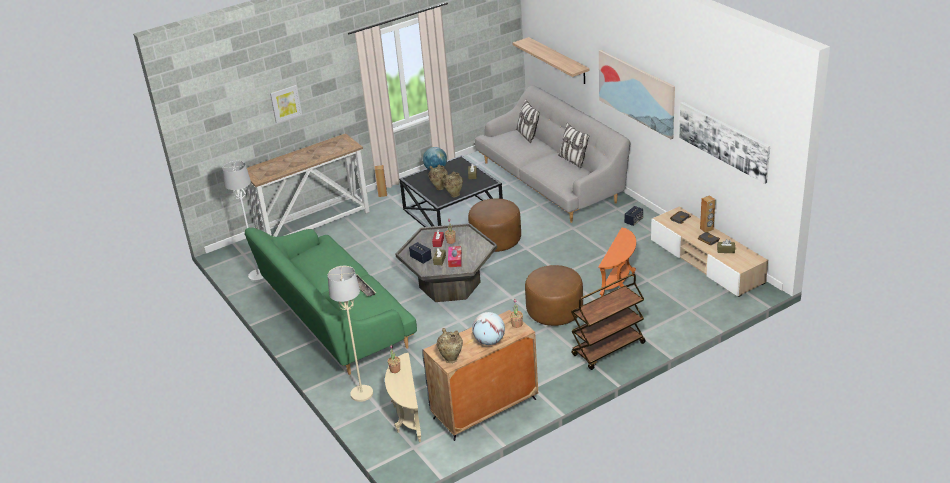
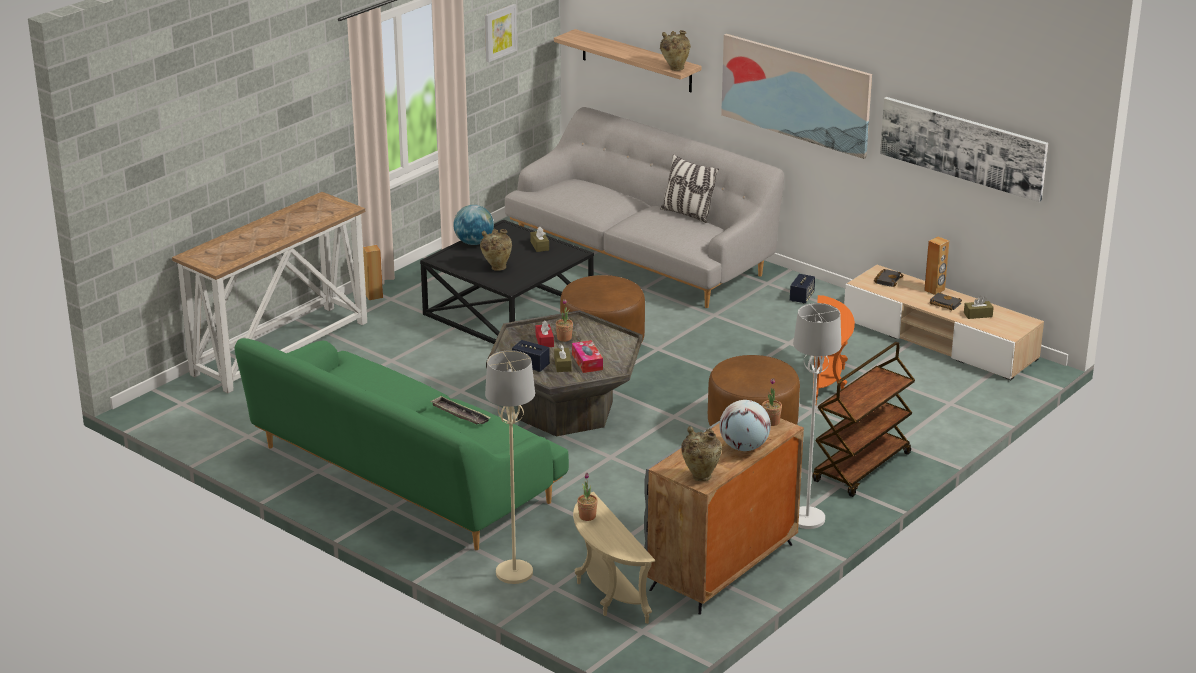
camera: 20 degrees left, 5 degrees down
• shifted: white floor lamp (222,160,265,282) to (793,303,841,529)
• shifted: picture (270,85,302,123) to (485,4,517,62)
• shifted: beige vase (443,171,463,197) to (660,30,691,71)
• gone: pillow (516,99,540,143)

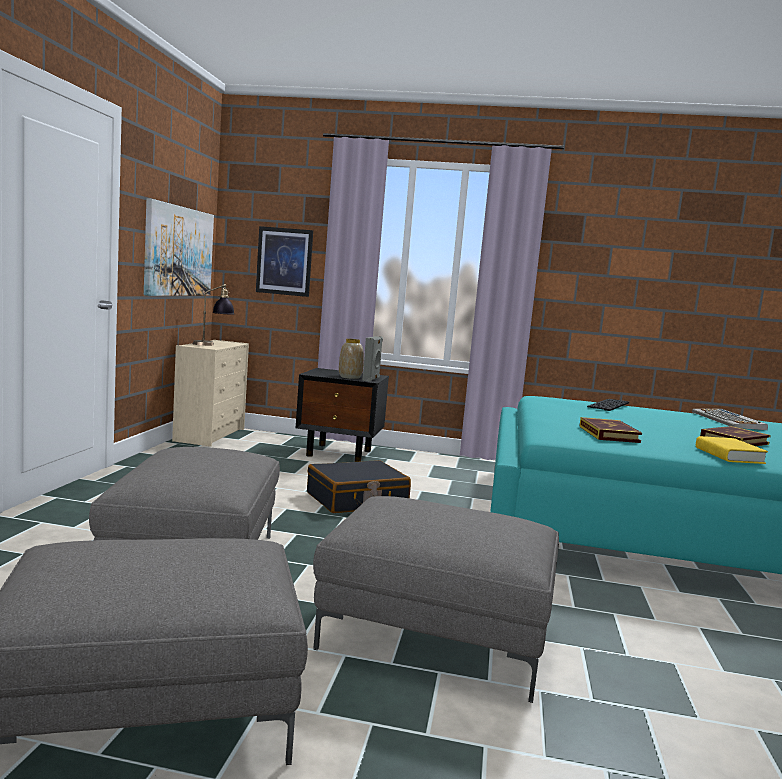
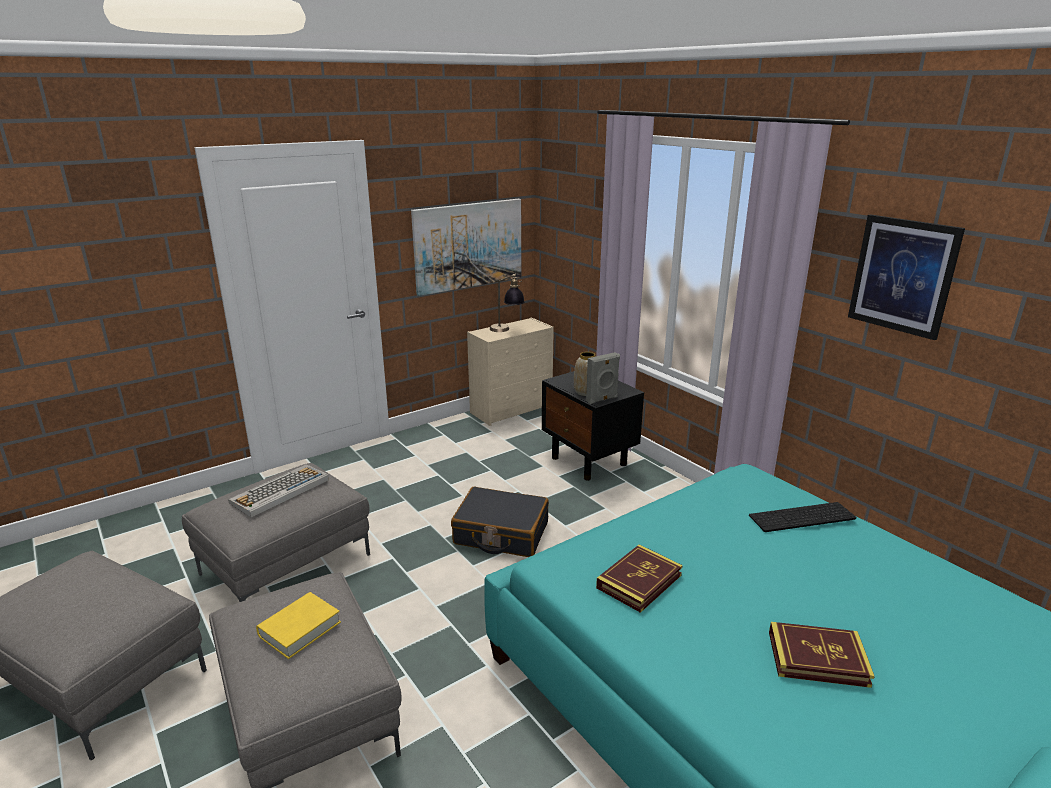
camera: 45 degrees right, 15 degrees up
• shifted: picture (256,226,313,297) to (848,214,965,340)
• shifted: keyboard (692,409,768,430) to (228,464,329,517)
• shifted: yellow book (696,436,768,464) to (256,592,341,659)

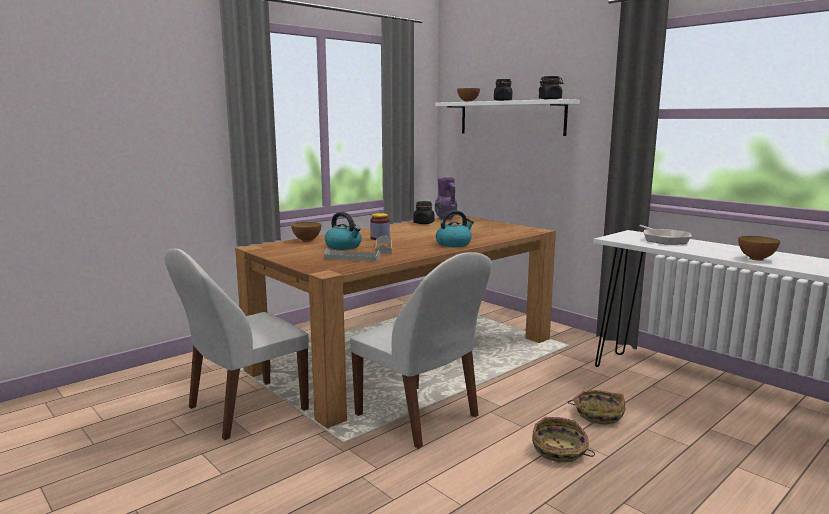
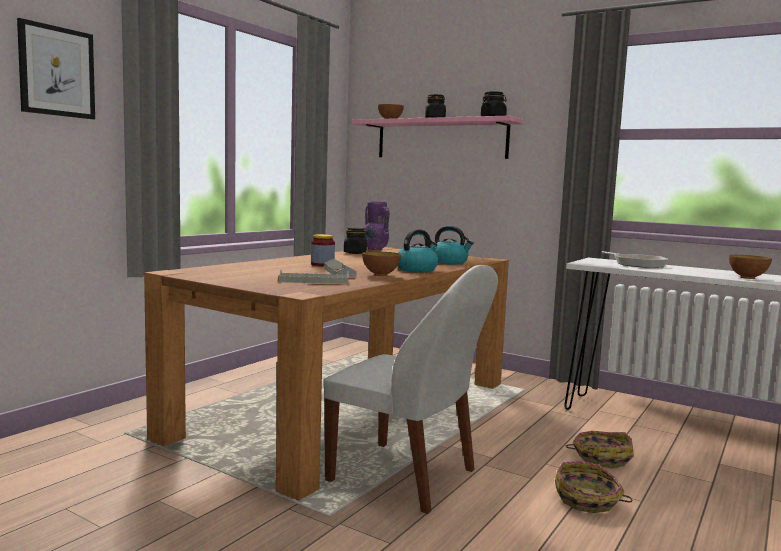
camera: 15 degrees left, 5 degrees down
• gone: white chair (164,249,309,440)
• shifted: bowl (291,222,321,242) to (362,251,401,276)
• shifted: kettle (325,212,362,250) to (434,226,474,264)
• repainted: white shelf (435,99,580,136) to pink shelf (352,115,524,159)
• new: picture (17,18,95,119)

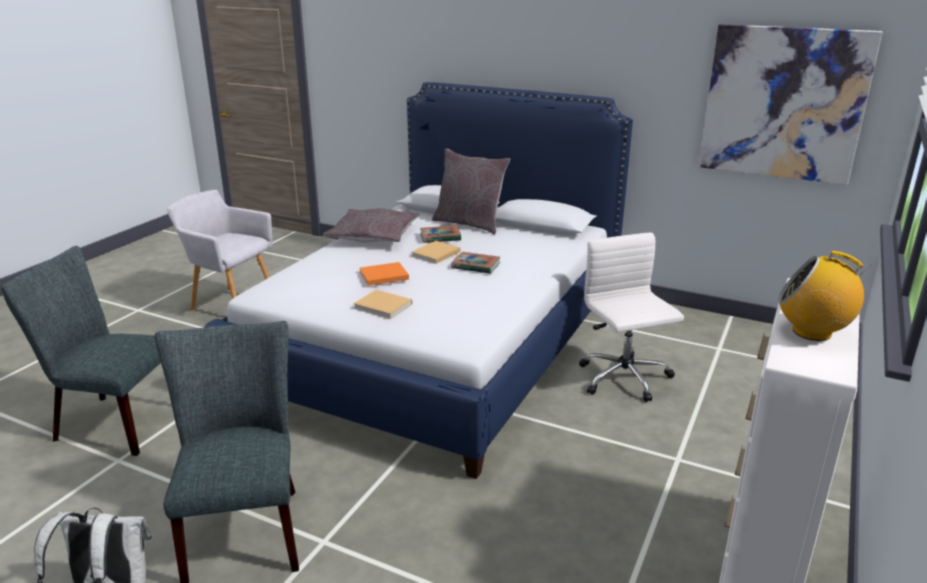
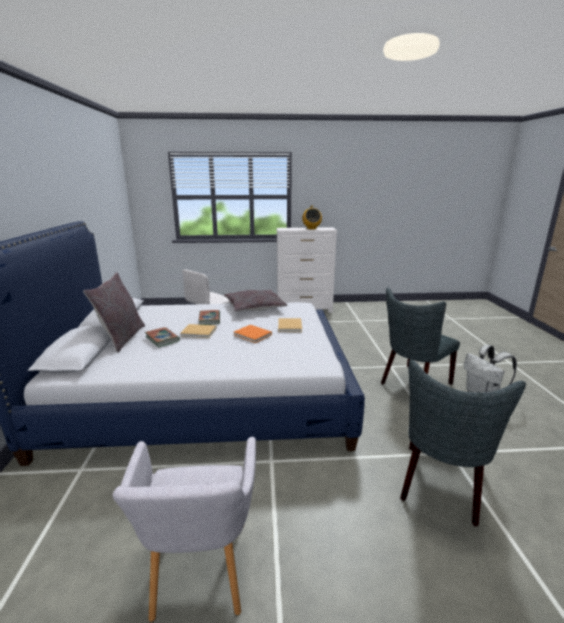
camera: 120 degrees left, 5 degrees down
• rotated: grey chair (1,246,161,456) = (400,359,526,527) 45 degrees clockwise
• shifted: grey pillow (322,208,420,242) to (224,290,287,312)
• gone: picture (699,24,883,185)

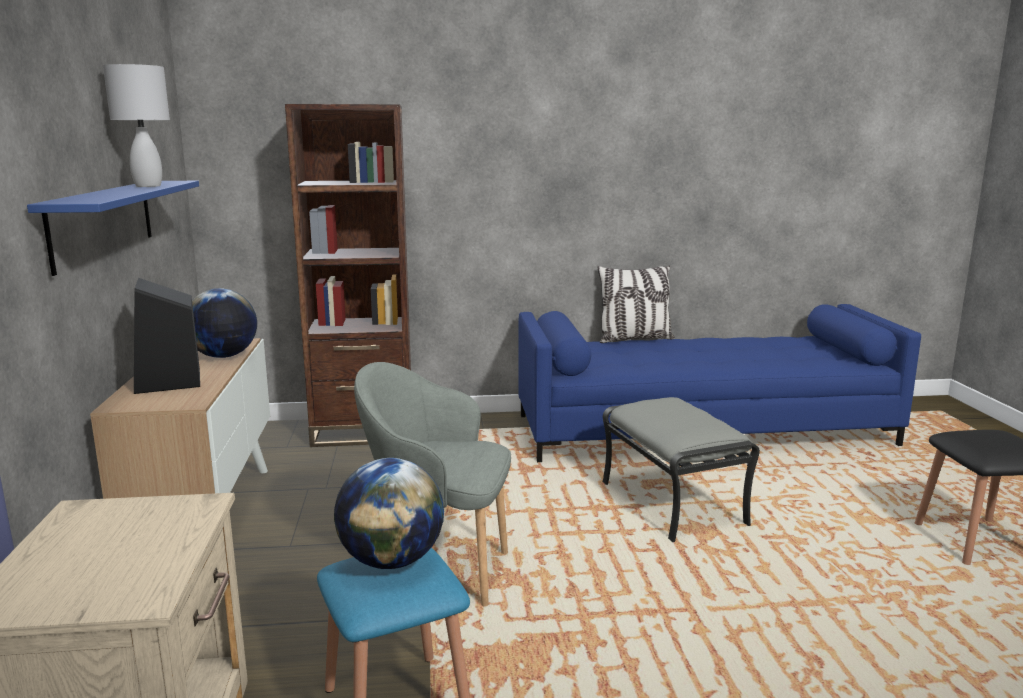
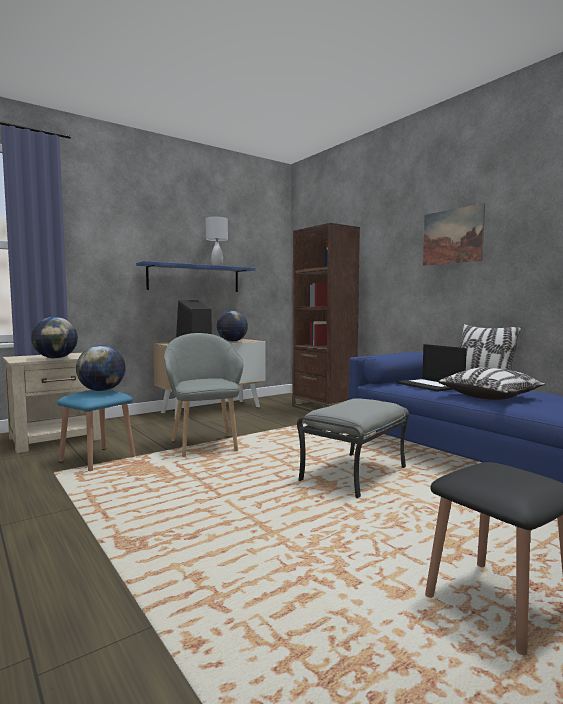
camera: 60 degrees right, 10 degrees down
• new: globe (31,317,78,359)
• new: laptop (396,344,467,392)
• new: picture (423,203,485,266)
• new: pillow (438,367,546,400)

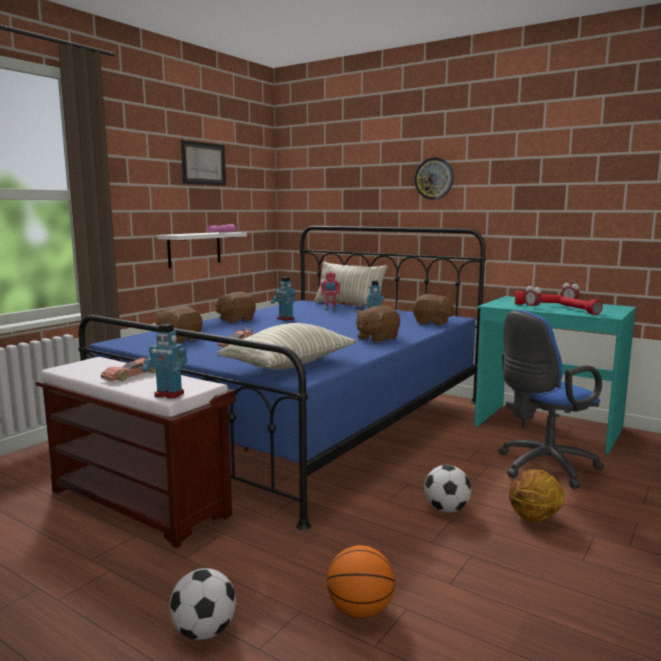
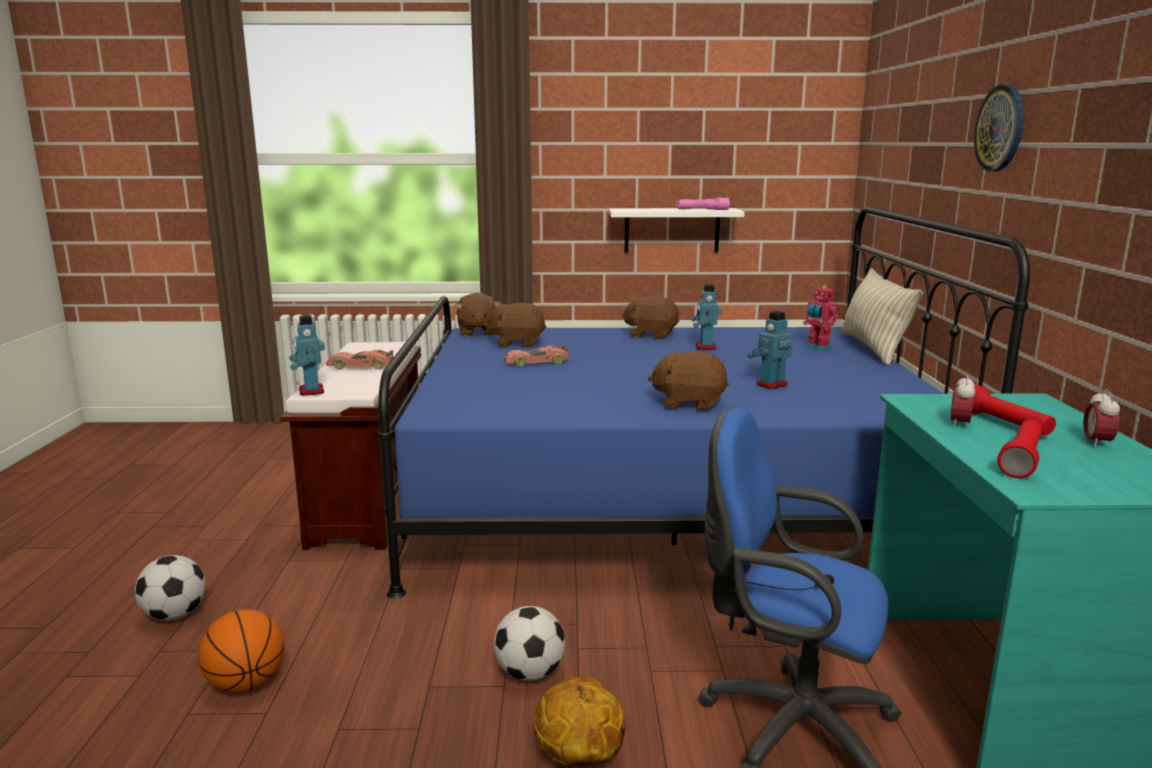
camera: 55 degrees right, 5 degrees up
• gone: picture (181,140,226,186)
• gone: pillow (218,323,356,370)
• shifted: brown plush toy (413,294,456,326) to (455,293,501,337)

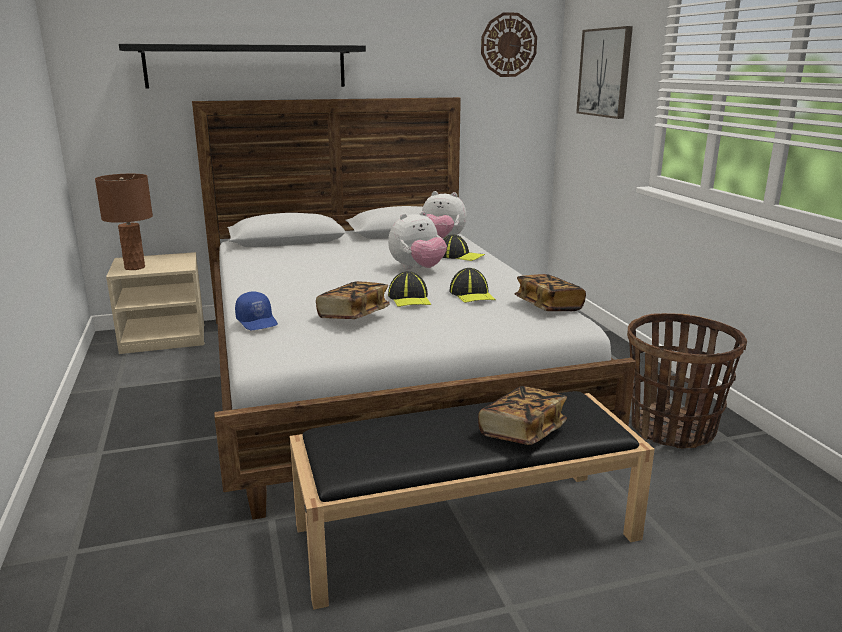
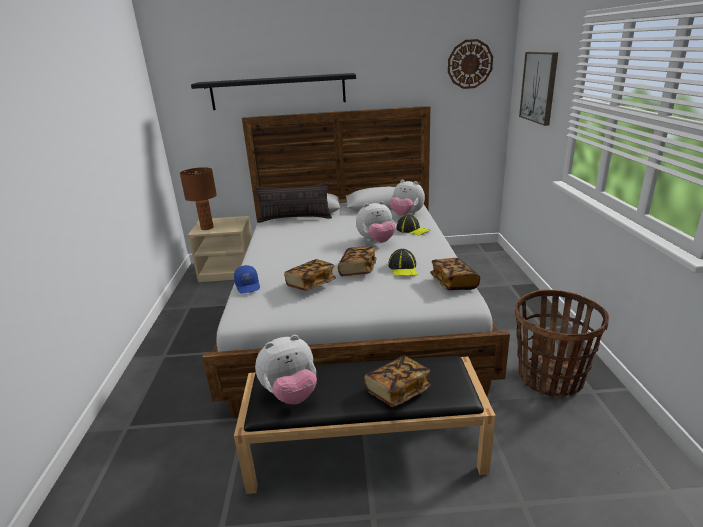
camera: 15 degrees right, 5 degrees up
• swapped: cap (388,271,431,307) to book (338,246,376,276)
• new: pillow (255,182,332,223)
• new: plush toy (255,335,317,404)

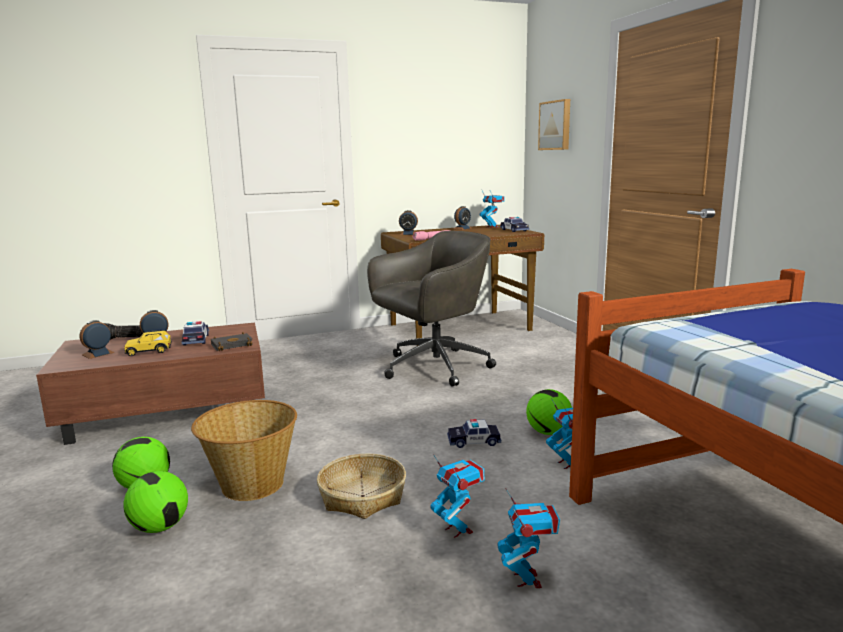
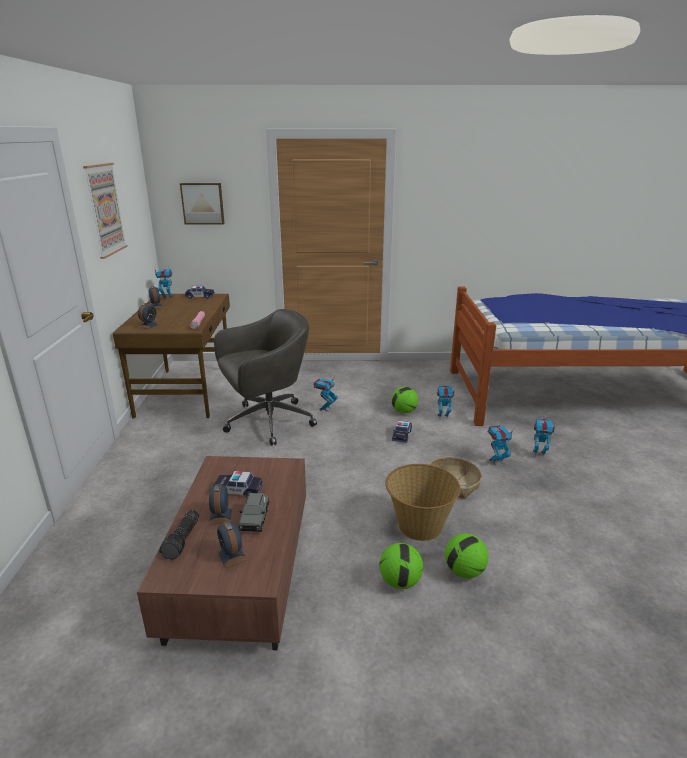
camera: 70 degrees left, 10 degrees up
• repainted: yellow toy car (124,330,172,356) to grey toy car (238,493,269,532)
• gone: black book (211,332,253,351)
• rotated: grey office chair (367,231,496,387) = (214,309,317,446) 75 degrees clockwise
• new: picture (83,163,128,259)
• new: toy robot (313,378,338,411)

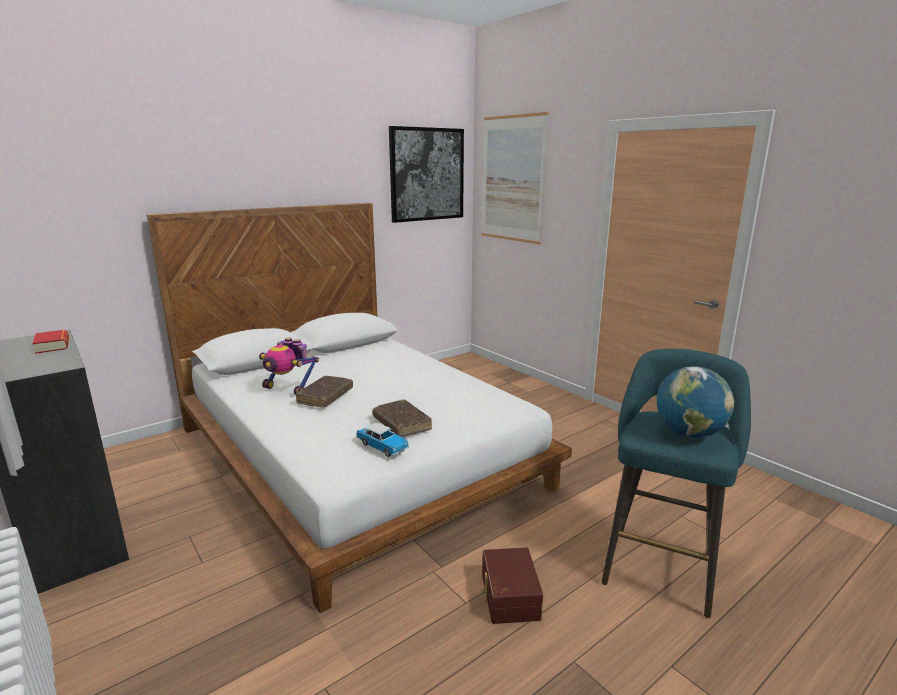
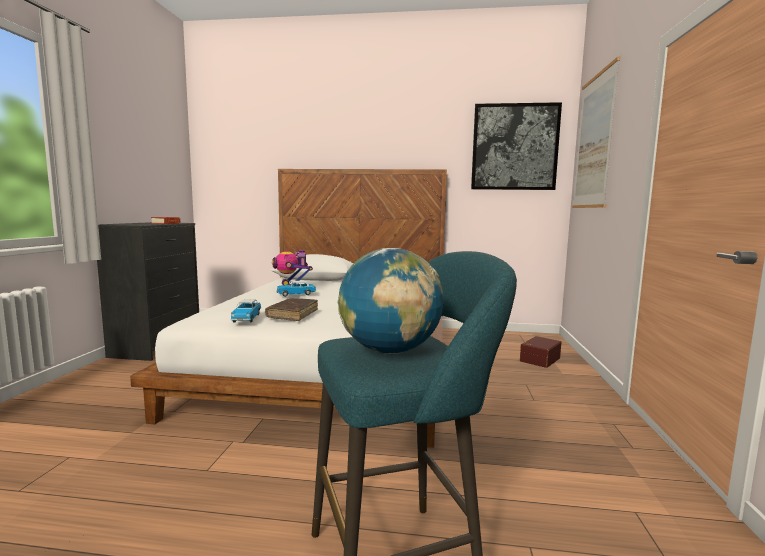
camera: 45 degrees right, 10 degrees down
• swapped: brown book (295,376,353,407) to toy car (276,281,316,297)
• shifted: brown storage box (482,547,543,624) to (520,336,561,368)

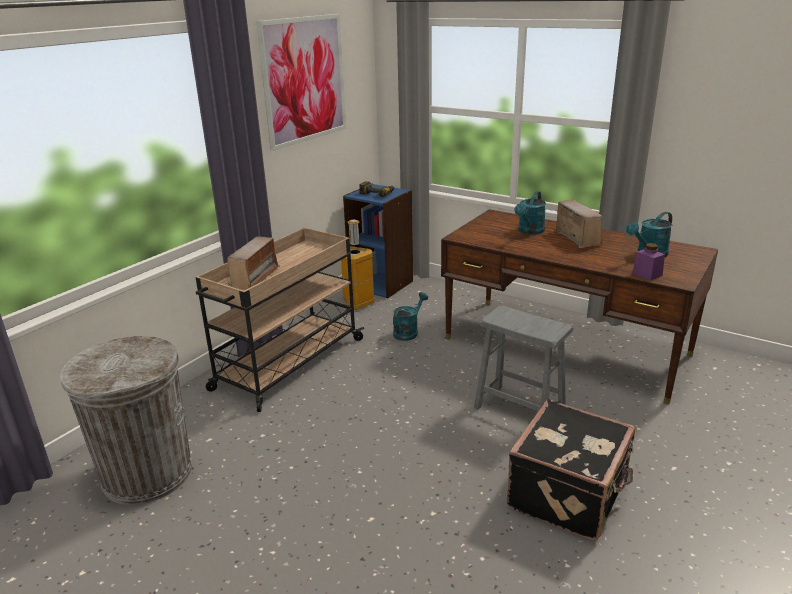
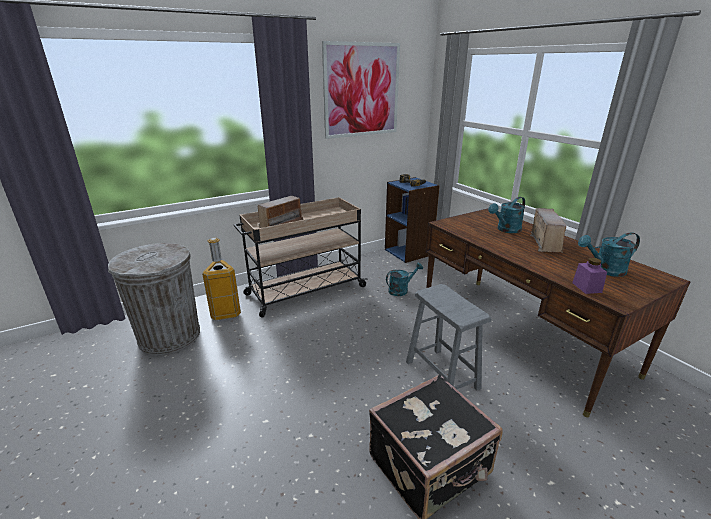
camera: 25 degrees right, 0 degrees up
• shifted: trash can (341,219,375,310) to (202,238,241,321)

